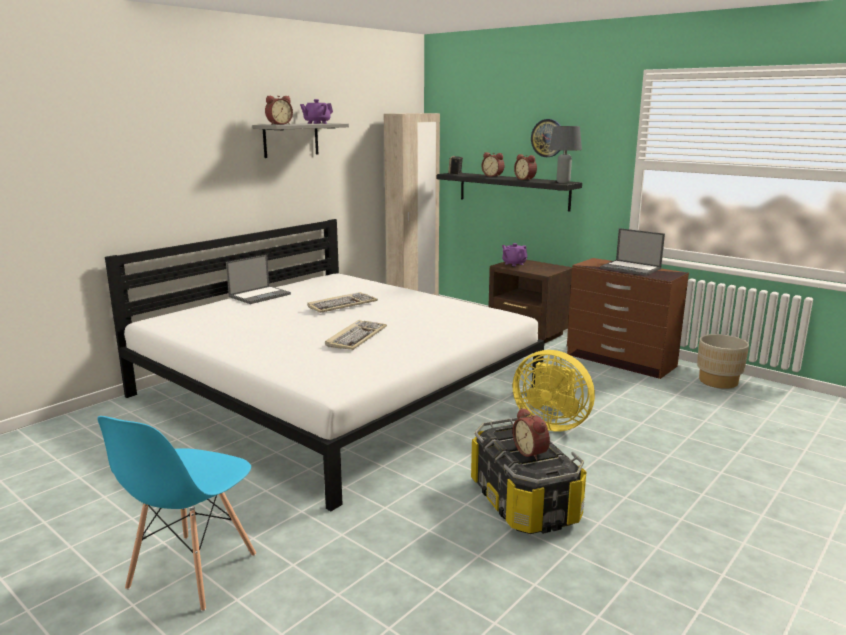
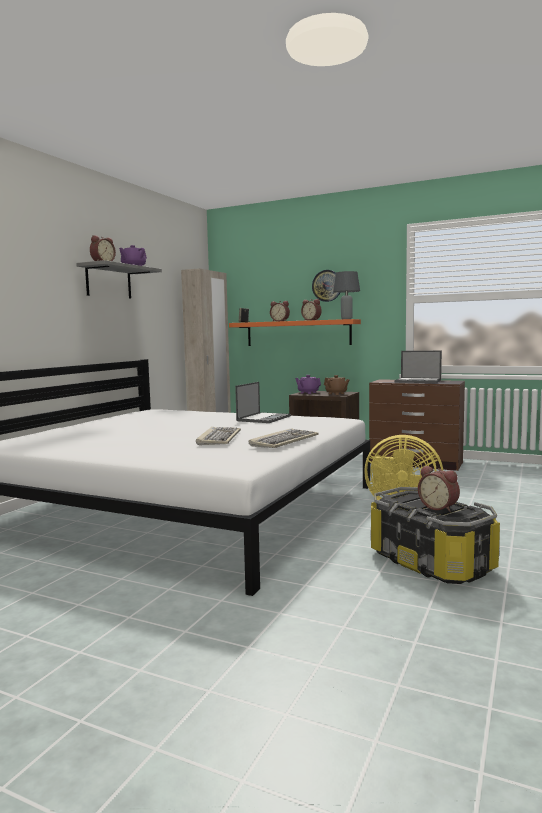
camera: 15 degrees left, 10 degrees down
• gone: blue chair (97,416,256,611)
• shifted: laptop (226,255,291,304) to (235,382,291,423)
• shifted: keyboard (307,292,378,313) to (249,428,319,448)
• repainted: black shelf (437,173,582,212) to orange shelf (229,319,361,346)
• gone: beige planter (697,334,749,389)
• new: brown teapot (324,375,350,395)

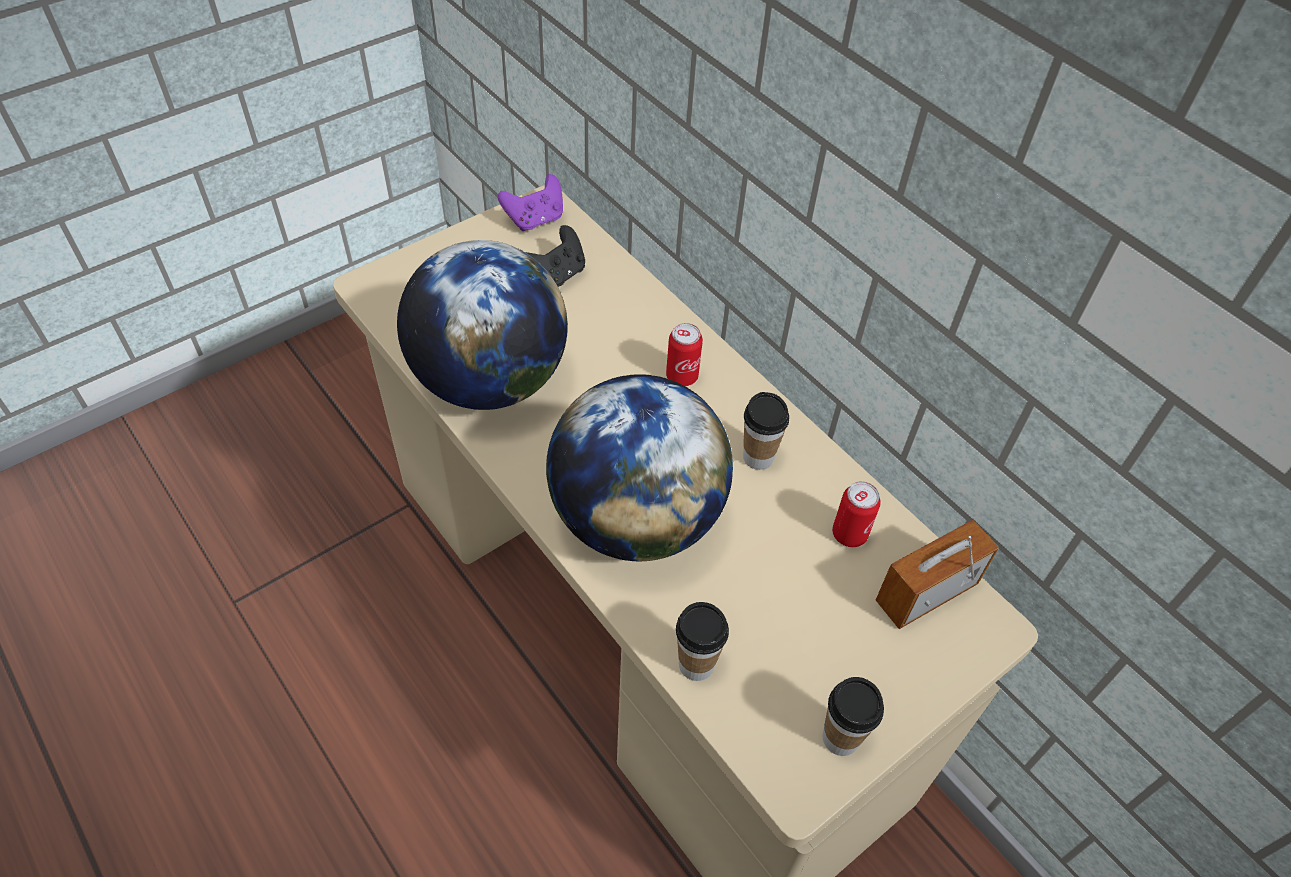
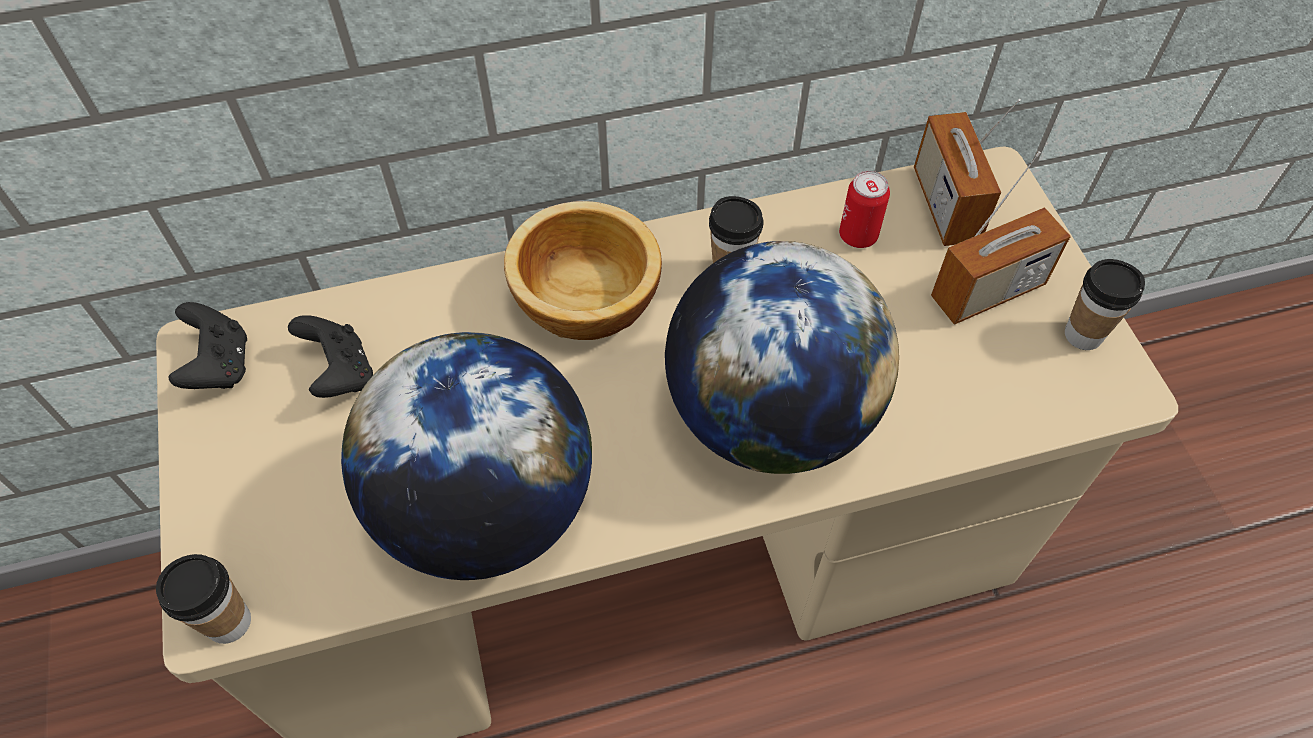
camera: 65 degrees left, 5 degrees up
• repainted: purple game controller (498,174,563,231) to black game controller (168,302,247,389)
• swapped: can (666,323,703,386) to bowl (504,201,662,340)
• shifted: cup (676,602,729,681) to (156,554,251,644)
• new: radio (931,152,1071,325)

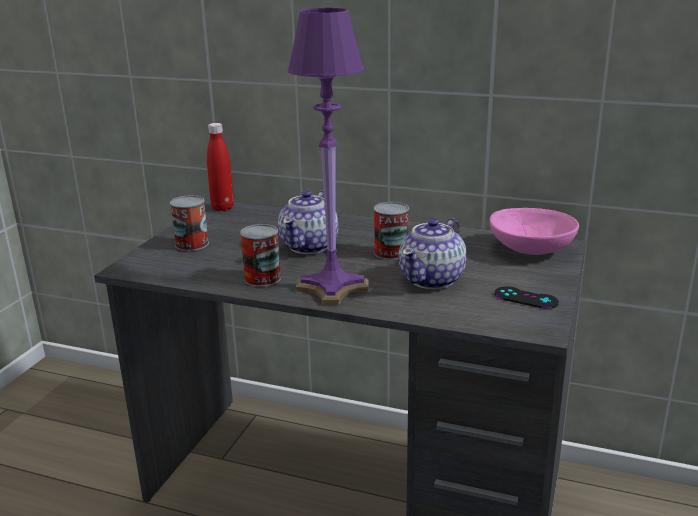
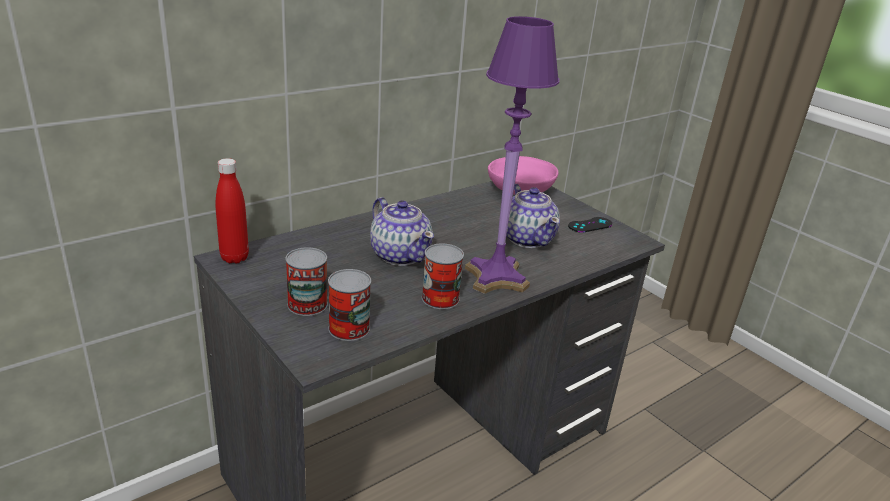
camera: 60 degrees left, 5 degrees up
• shifted: can (374,202,409,260) to (328,269,371,341)

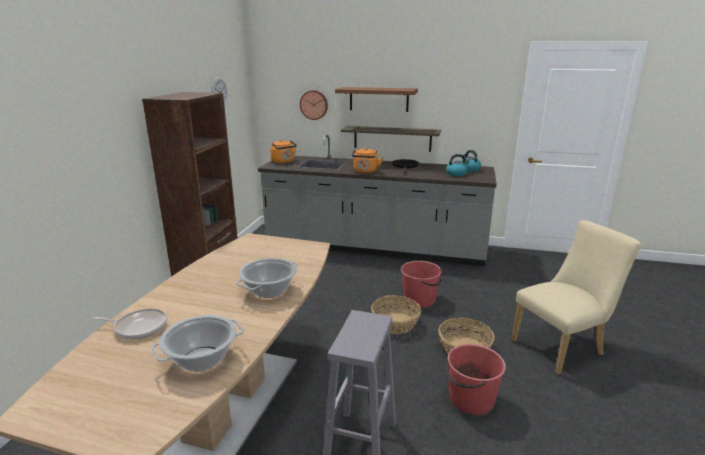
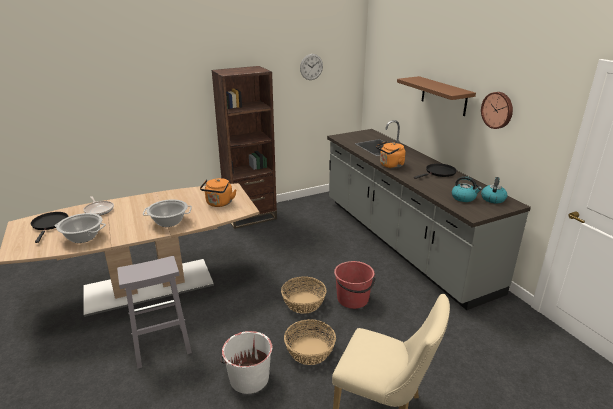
camera: 50 degrees right, 5 degrees up
• shifted: orange kettle (270,140,297,163) to (200,178,236,207)
• shifted: wall clock (300,90,328,120) to (481,92,513,129)
• gone: shelf (341,126,441,152)
• repainted: red bucket (445,344,506,415) to white bucket (220,331,272,394)
• new: black frying pan (31,212,68,243)

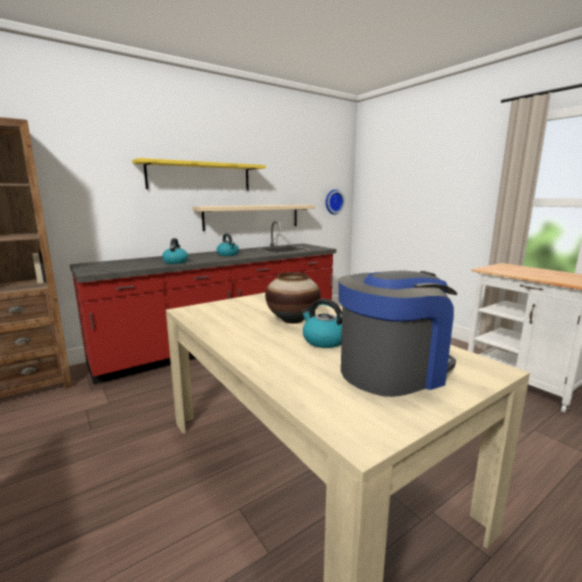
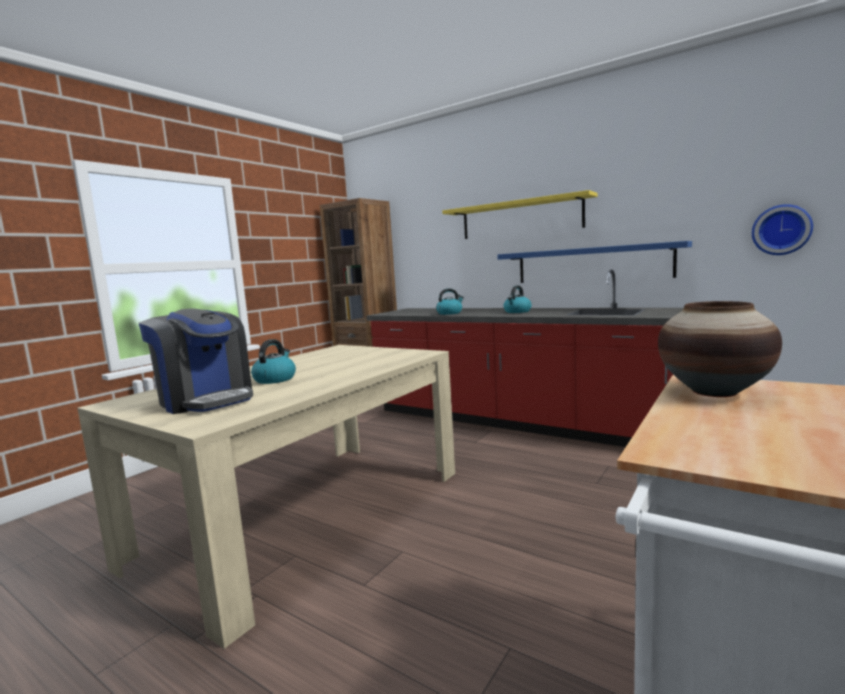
camera: 70 degrees right, 5 degrees down
• repainted: beige shelf (192,205,315,231) to blue shelf (497,241,692,283)
• shifted: vase (265,272,321,324) to (658,301,782,397)

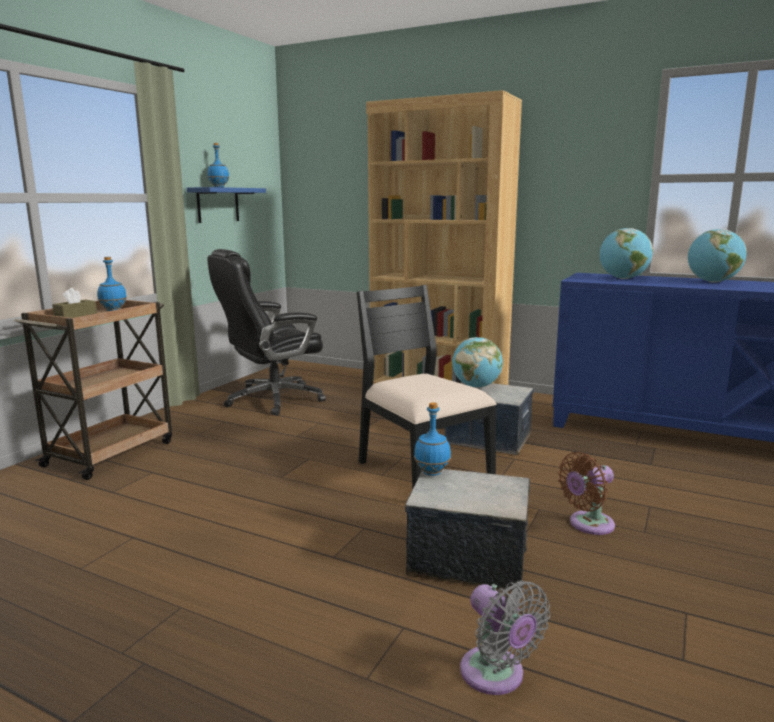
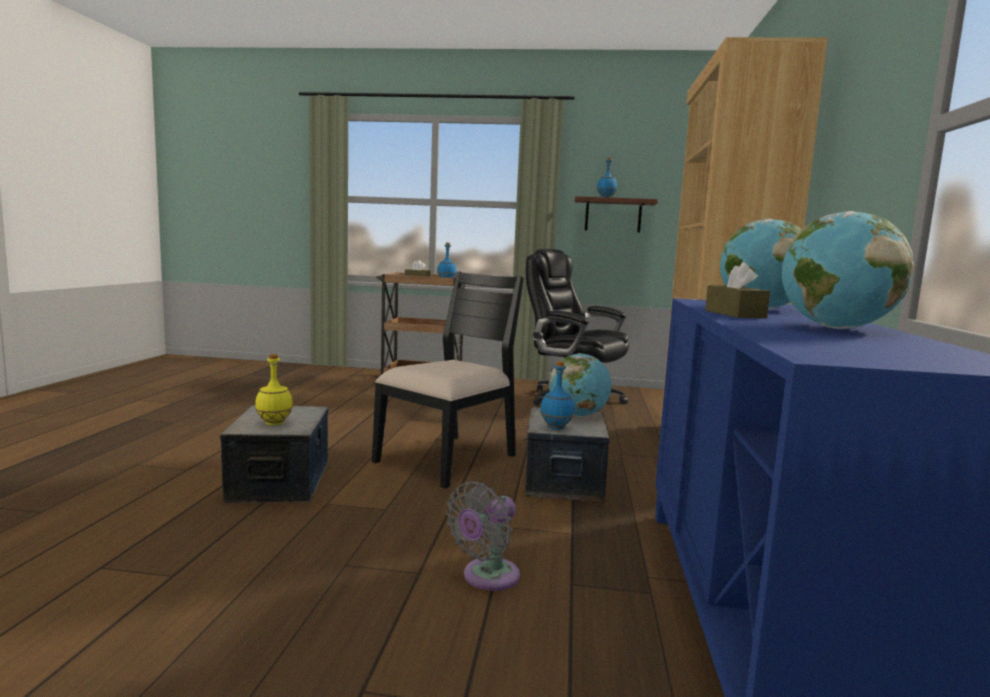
camera: 70 degrees right, 5 degrees down
• repainted: blue shelf (187,187,266,223) to brown shelf (575,196,658,232)
• shifted: blue bottle (414,402,451,476) to (540,361,574,430)
• shifted: grey fan (460,580,551,695) to (446,482,520,591)
• gone: brown fan (558,452,615,535)
• new: yellow bottle (255,354,293,425)
• new: brown tissue box (705,262,770,318)

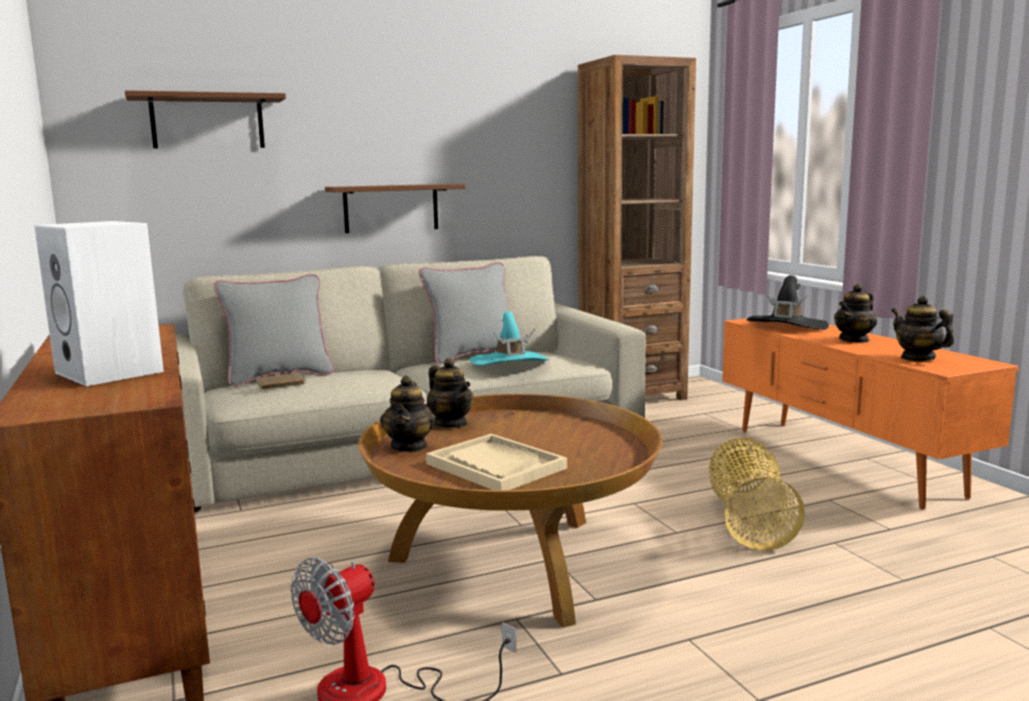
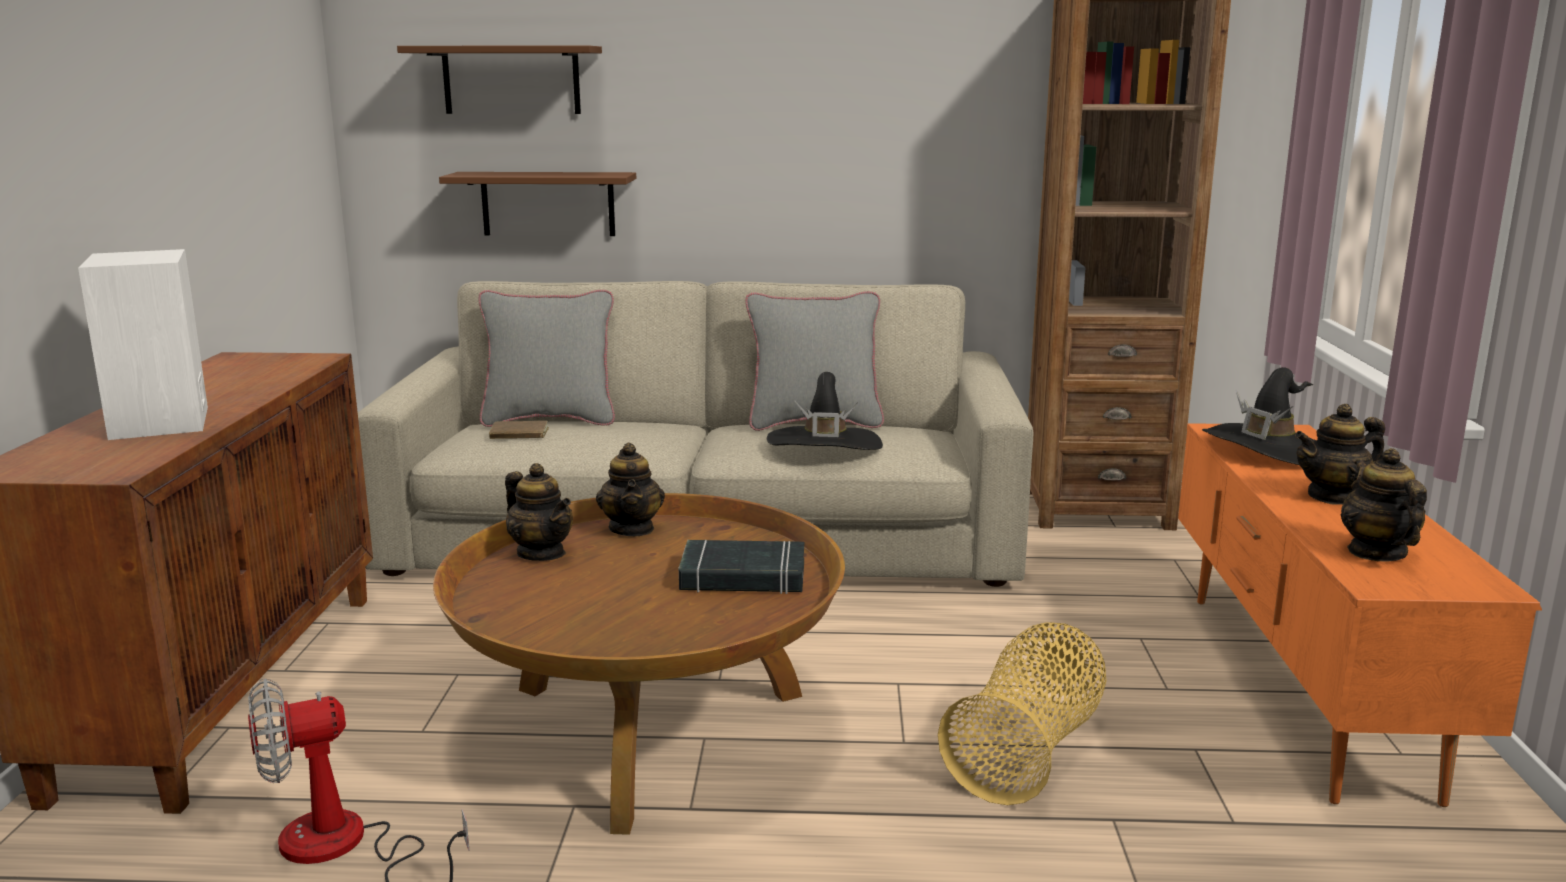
camera: 25 degrees right, 5 degrees up
• shifted: brown shelf (325,184,466,233) to (439,172,636,236)
• rotated: teapot (380,375,435,452) = (505,463,573,561) 75 degrees counterclockwise
• gone: beige tray (426,434,567,490)
• repainted: turquoise hat (469,311,550,365) to black hat (767,372,883,450)
• new: black book (679,540,804,594)

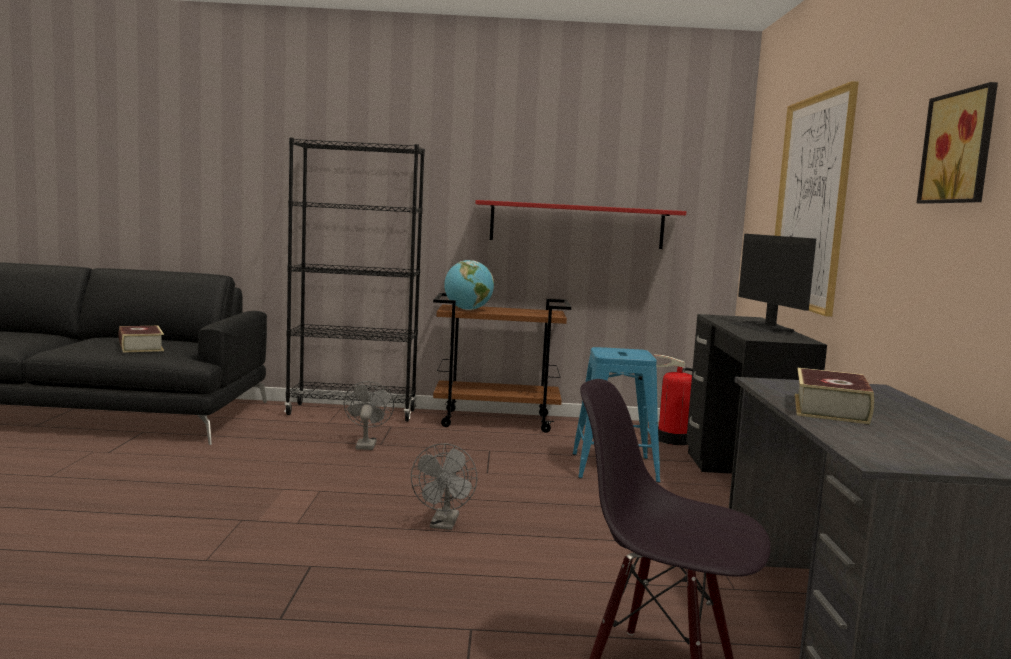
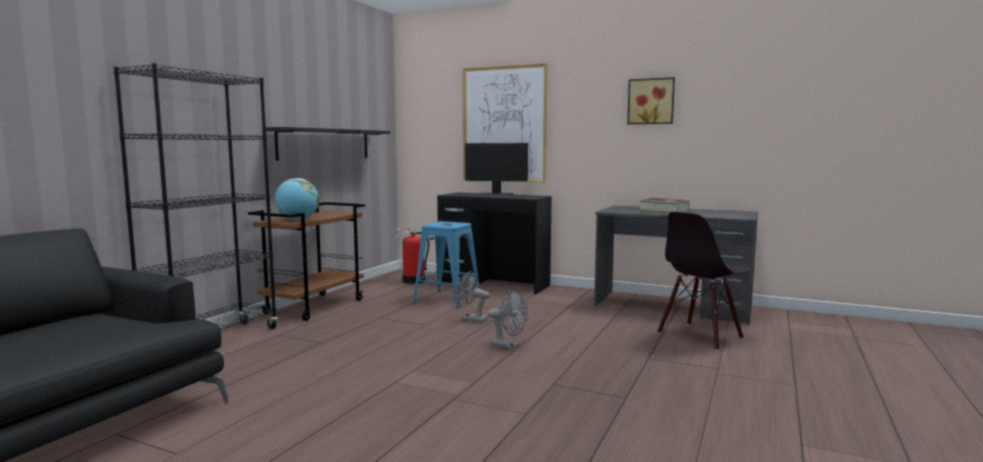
camera: 65 degrees left, 0 degrees up
• gone: book (119,326,164,353)
• shifted: grey fan (343,381,394,450) to (455,271,490,323)
• repainted: red shelf (475,200,686,249) to black shelf (266,127,390,161)

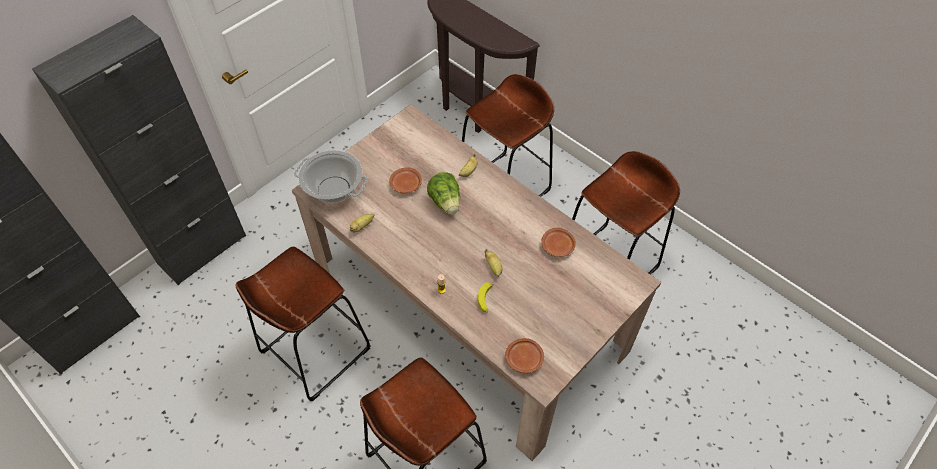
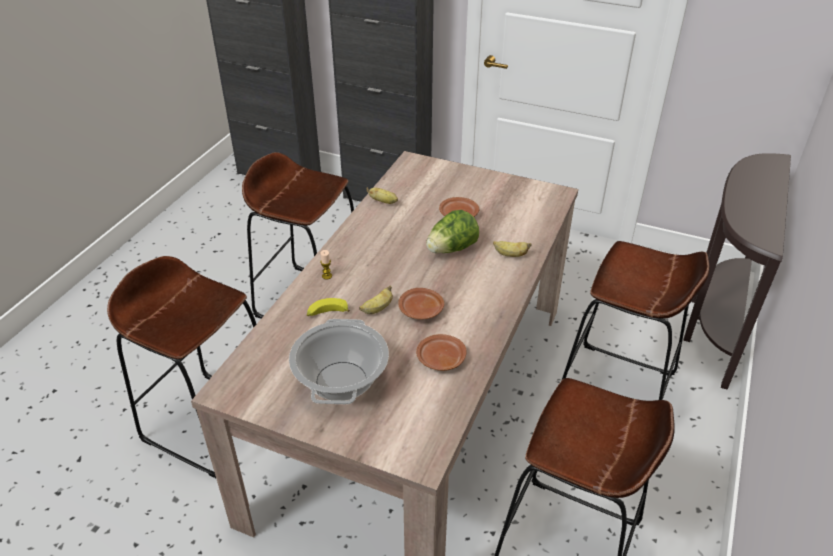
camera: 70 degrees right, 15 degrees down
• shifted: cooking pot (294,150,368,203) to (289,319,389,404)
• shifted: brown plate (505,338,544,373) to (398,288,444,320)

